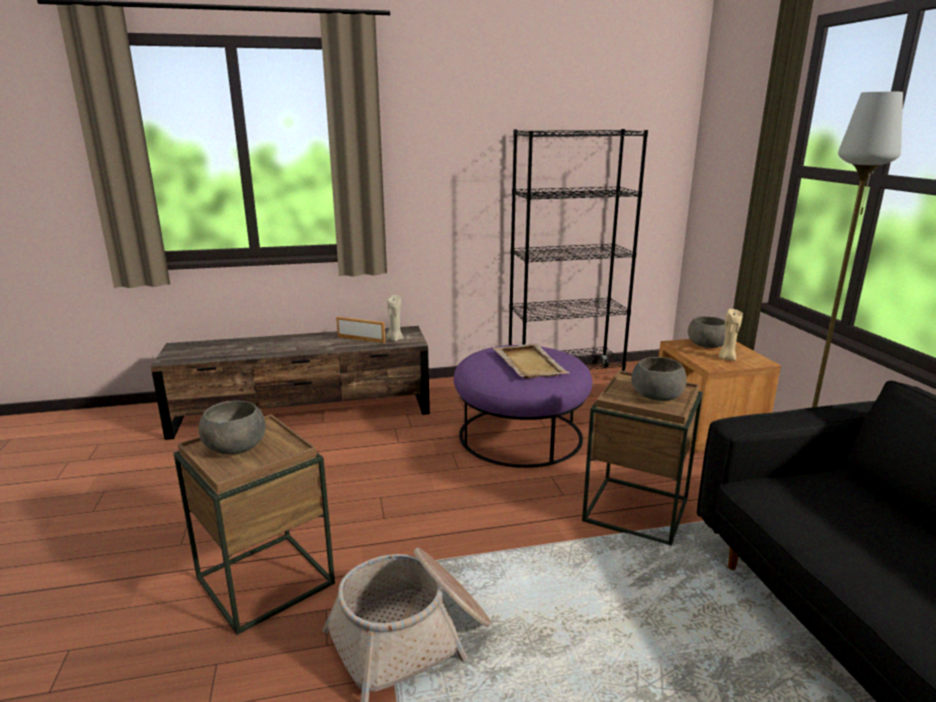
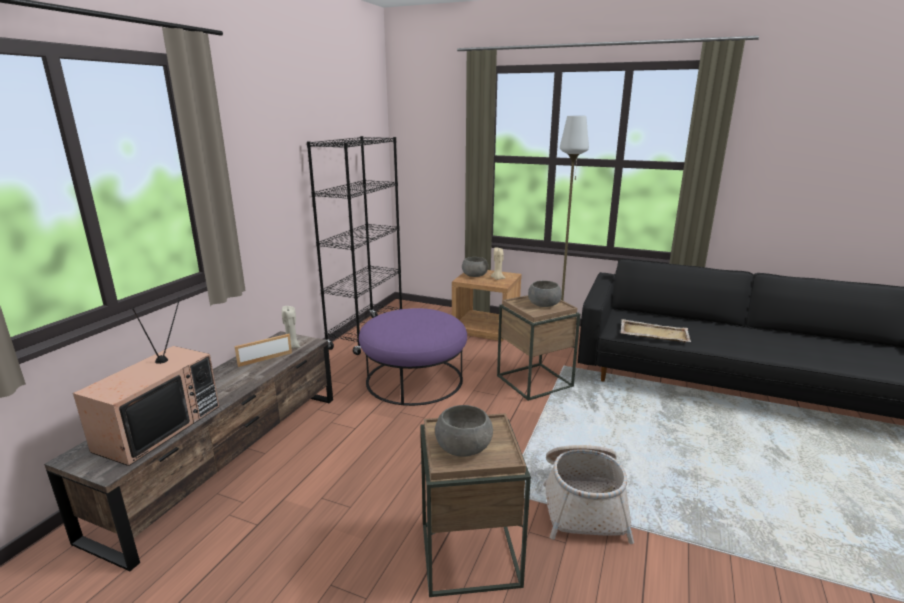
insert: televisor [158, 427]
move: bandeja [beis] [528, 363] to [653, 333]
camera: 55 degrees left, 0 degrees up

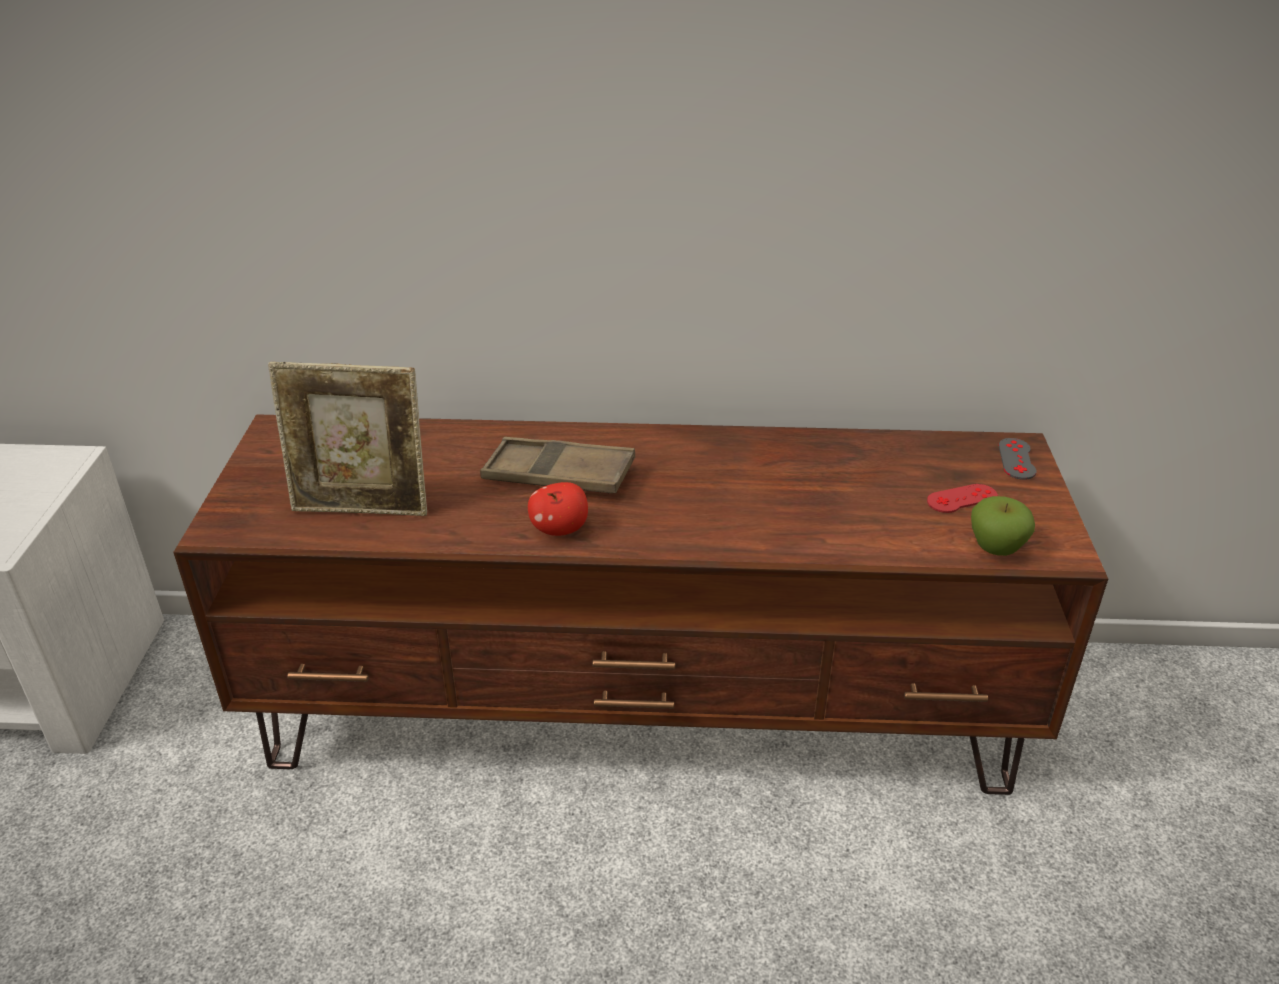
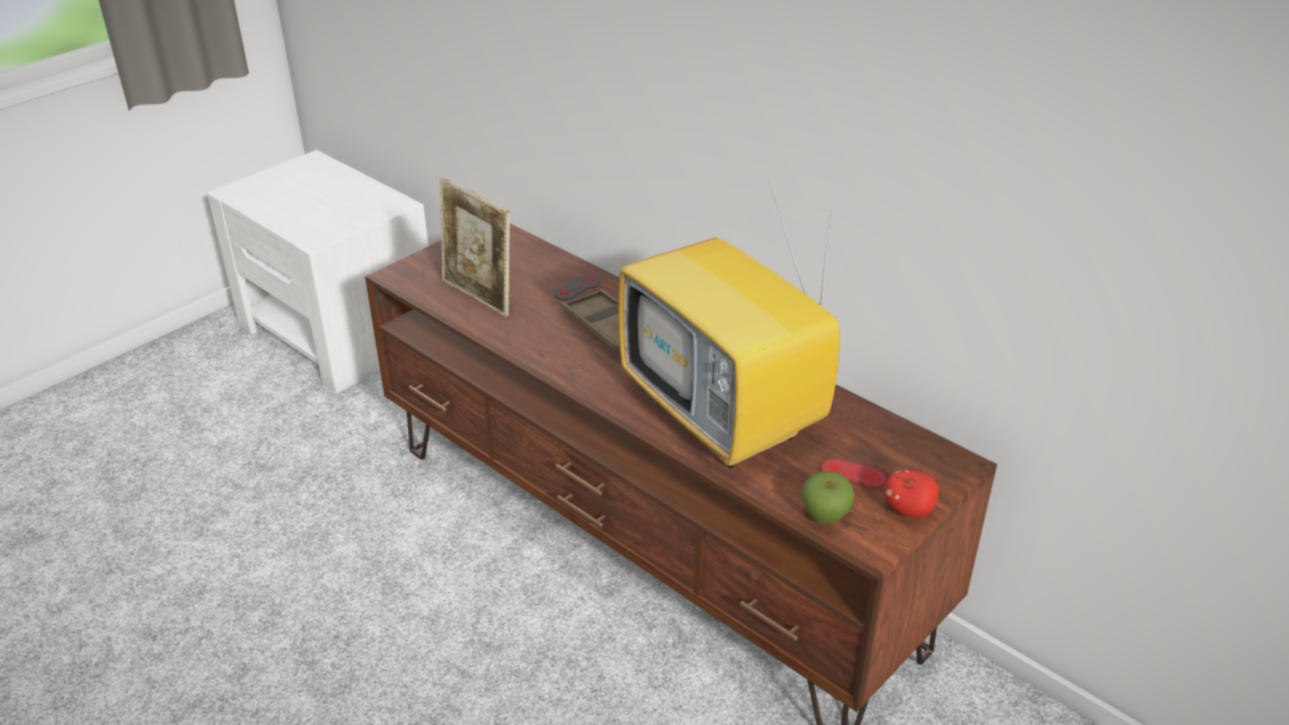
insert: televisor [726, 418]
move: manzana [559, 529] to [909, 510]; mando de consola [gris] [1017, 459] to [577, 288]
camera: 40 degrees right, 0 degrees up

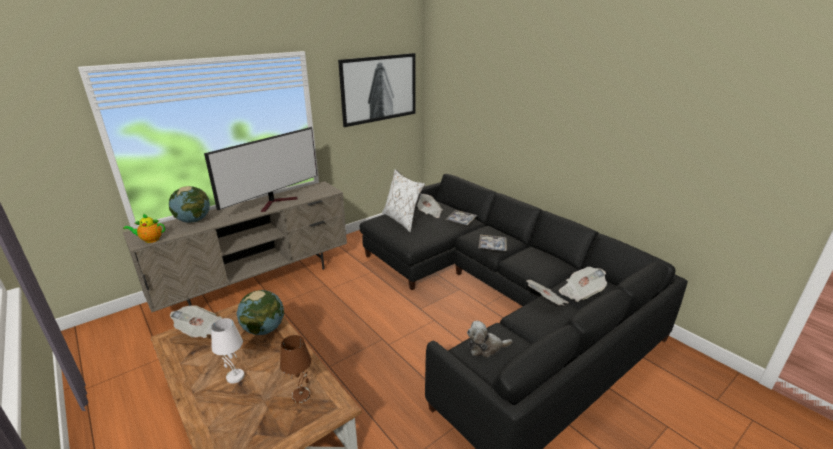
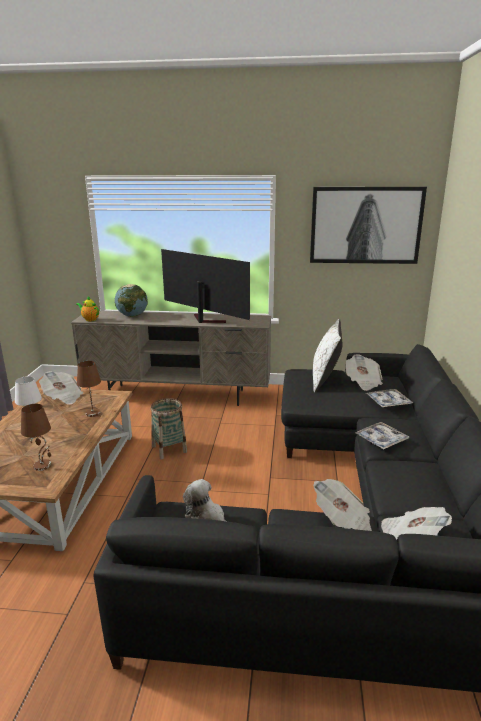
insert: cesta [169, 449]
replace: globo terráqueo [264, 329] to lámpara de mesa [marrón] [93, 413]
rotate: televisor [276, 202] = [204, 320] 135 degrees counterclockwise
camera: 45 degrees right, 5 degrees down

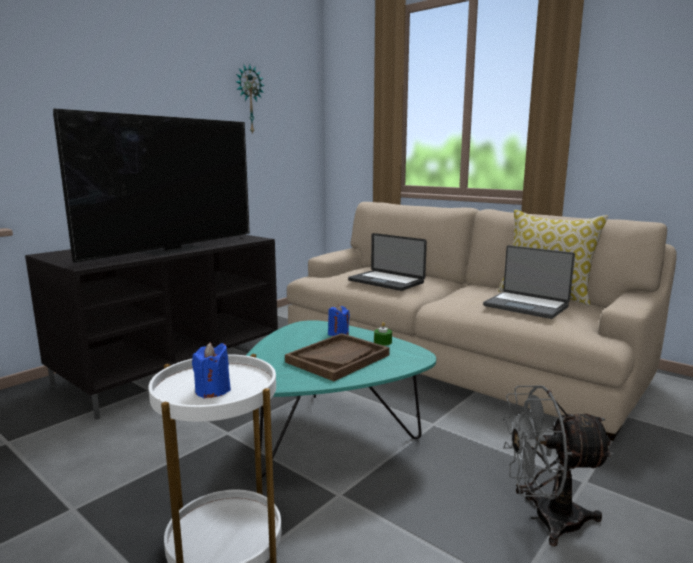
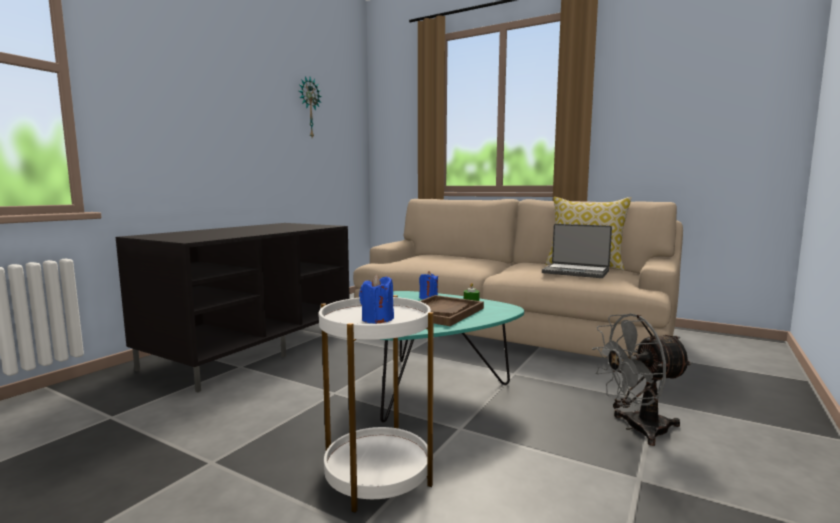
delete: televisor [174, 249]; portátil [385, 282]
camera: 10 degrees left, 5 degrees down

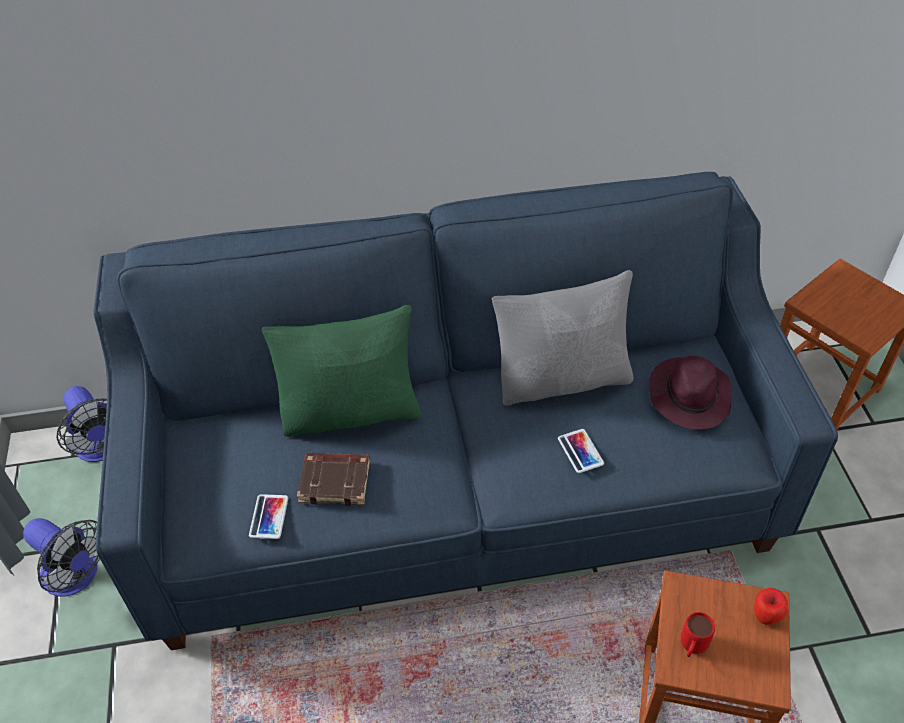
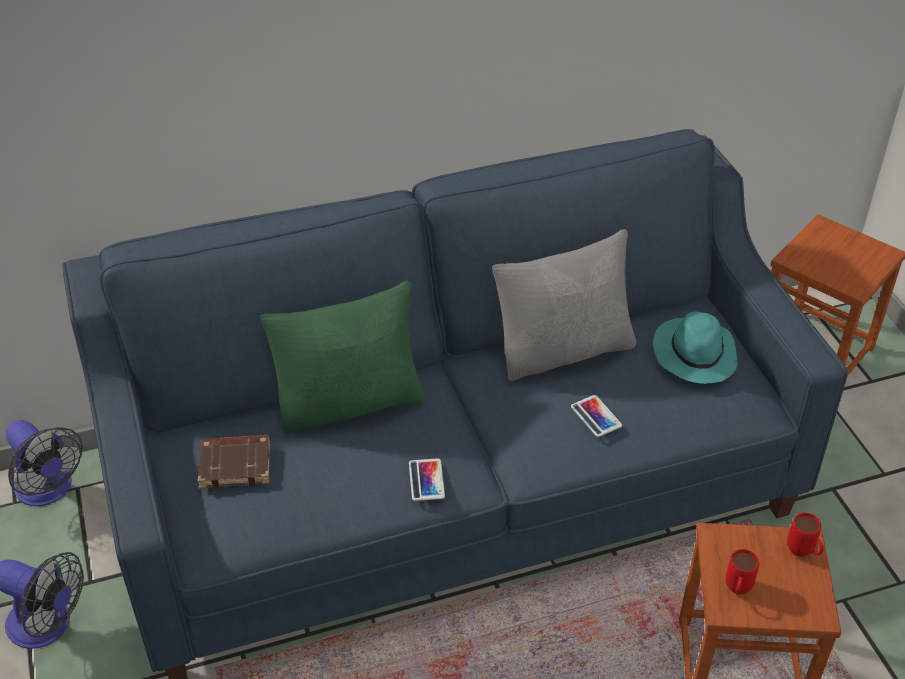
move: móvil [269, 516] to [426, 480]; libro [marrón] [336, 481] to [236, 464]
replace: manzana [765, 617] to taza grande [rojo] [803, 553]
recolor: sombrero [morado] [689, 396] to sombrero [turquesa] [694, 354]
camera: 10 degrees left, 5 degrees down

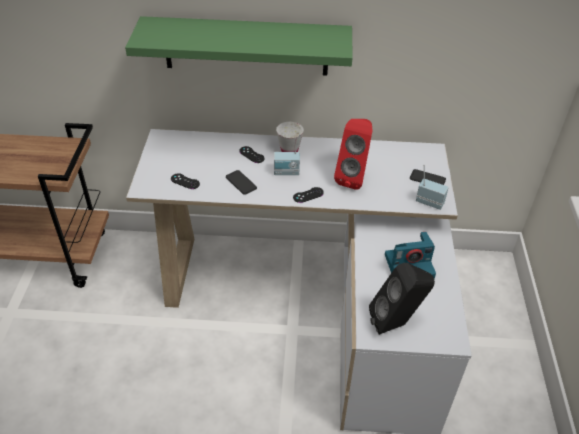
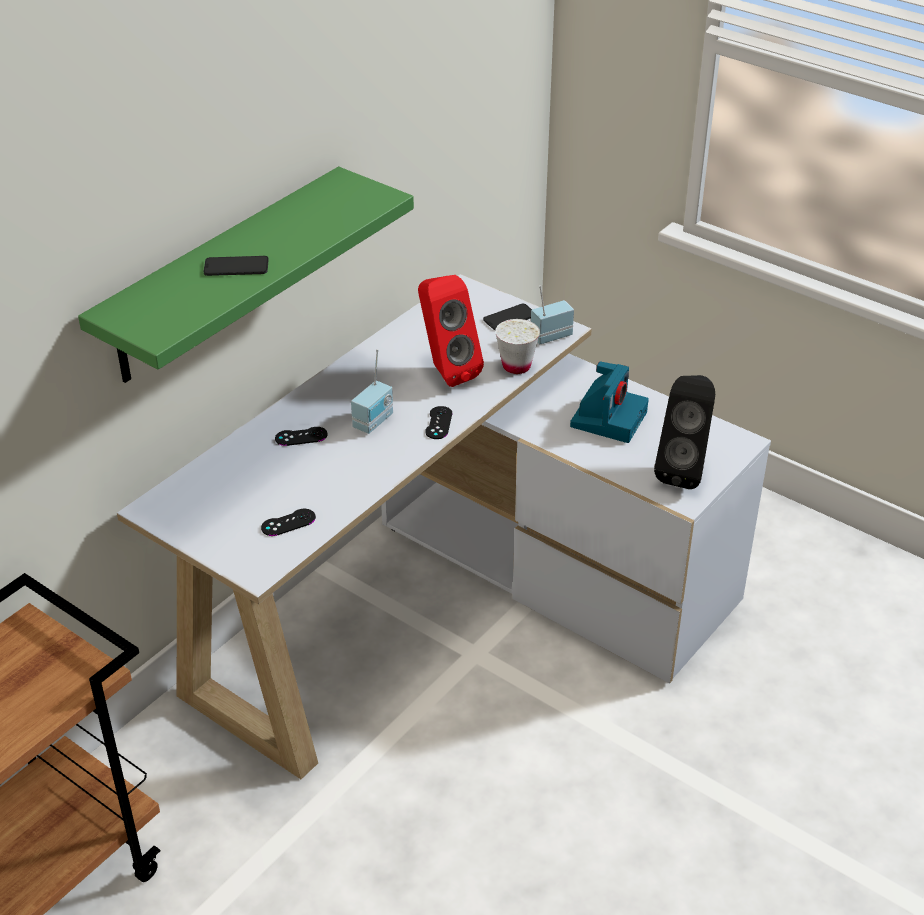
move: móvil [241, 182] to [236, 267]; taza [blanco] [289, 150] to [516, 366]
camera: 55 degrees left, 5 degrees down

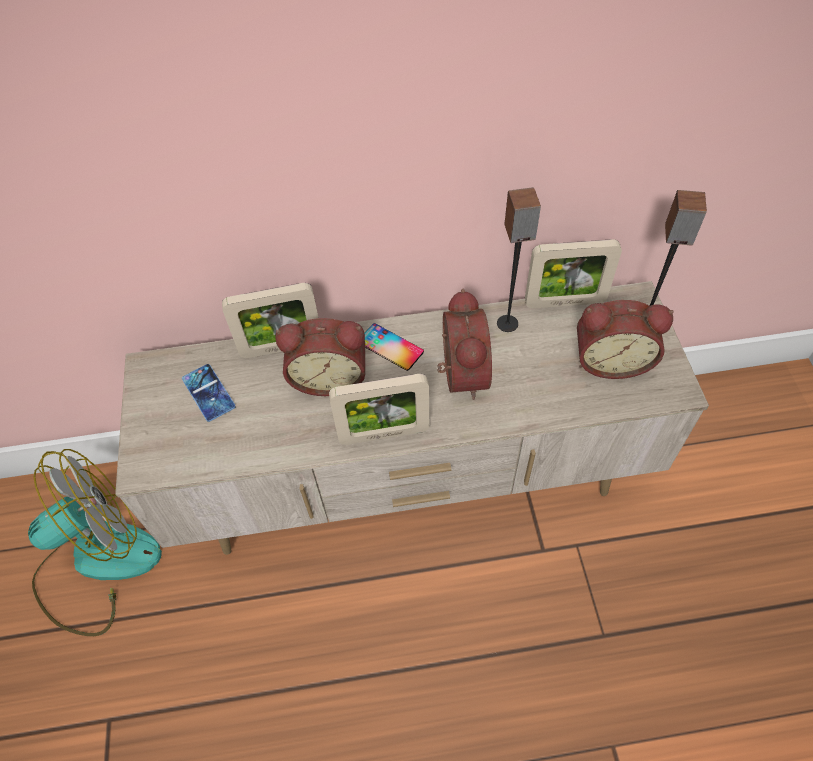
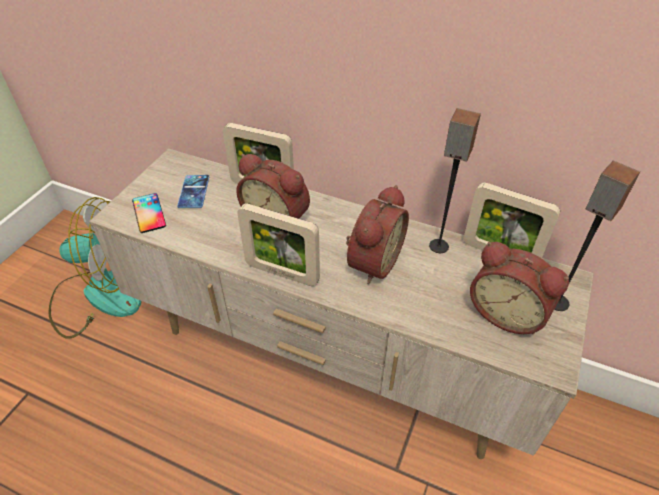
move: móvil [390, 347] to [149, 213]
camera: 30 degrees right, 10 degrees down

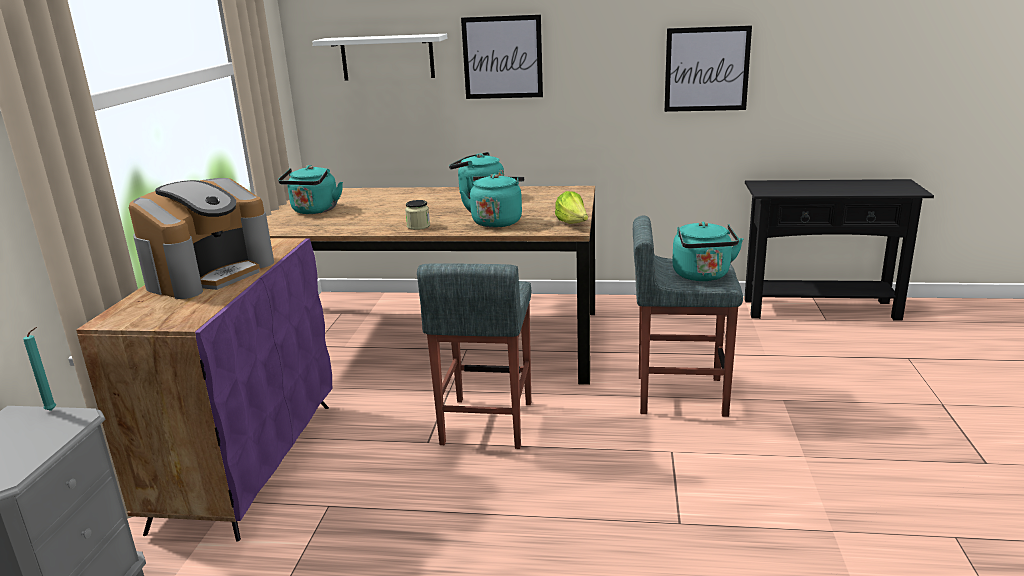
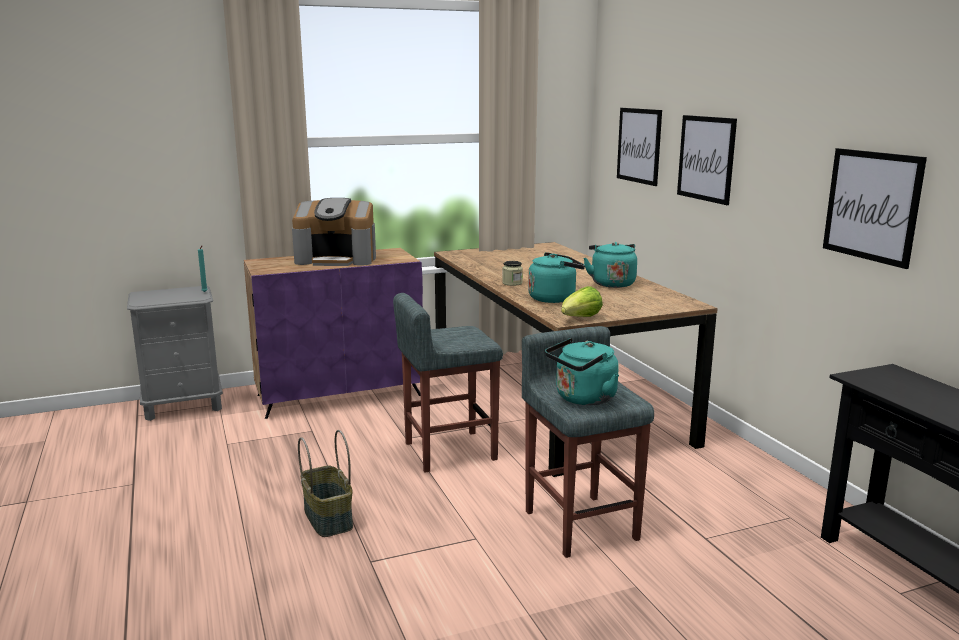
delete: hervidor [turquesa] [314, 211]
insert: cesta [329, 518]
replace: estante [blanco] [387, 57] to cuadro [639, 145]
camera: 60 degrees right, 5 degrees down

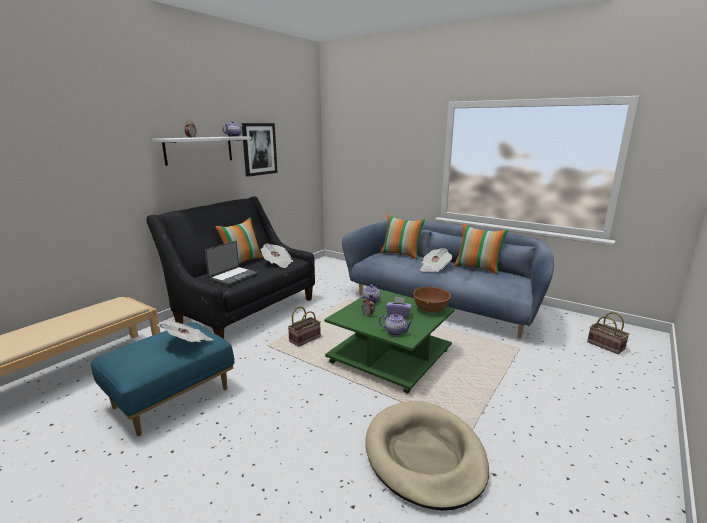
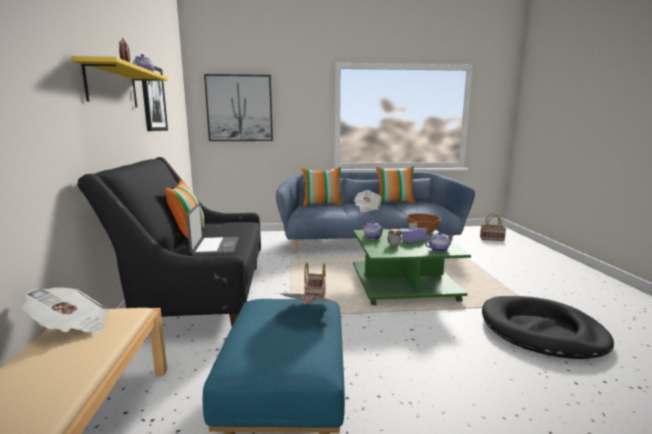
insert: cuadro [239, 108]
move: periódico [277, 263] to [72, 327]
recolor: estante [blanco] [199, 150] to estante [amarillo] [112, 86]; cama para perro [beis] [424, 456] to cama para perro [negro] [541, 331]
camera: 40 degrees left, 5 degrees down

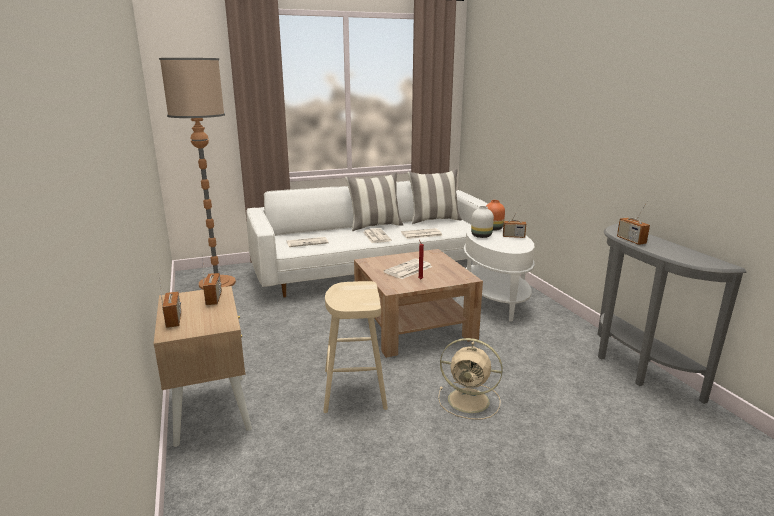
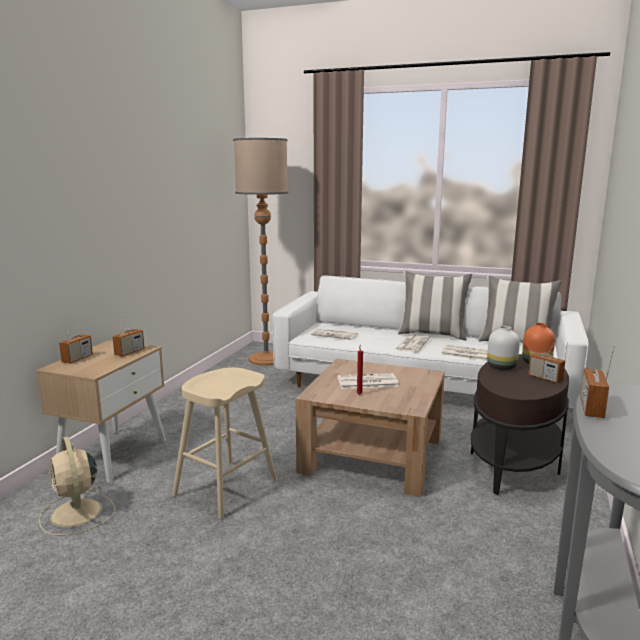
move: ventilador [beis] [470, 400] to [77, 514]
recolor: mesa auxiliar [blanco] [493, 300] to mesa auxiliar [marrón] [514, 462]
camera: 40 degrees right, 5 degrees down

